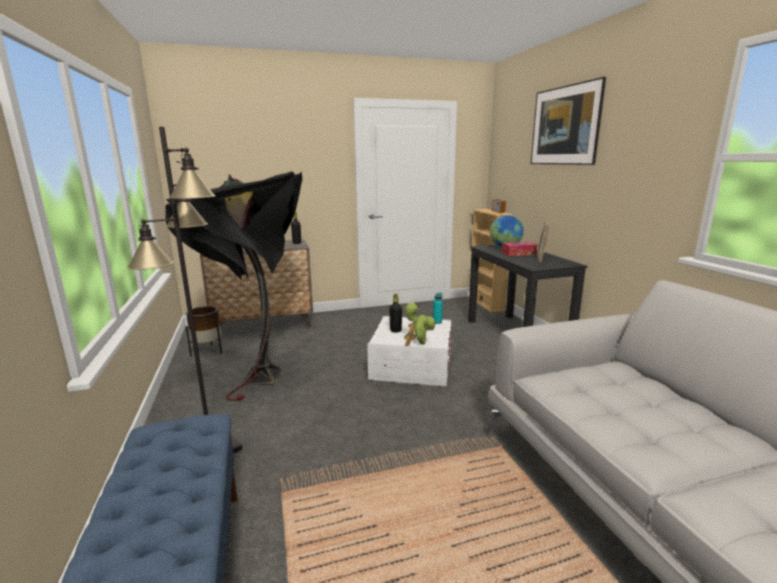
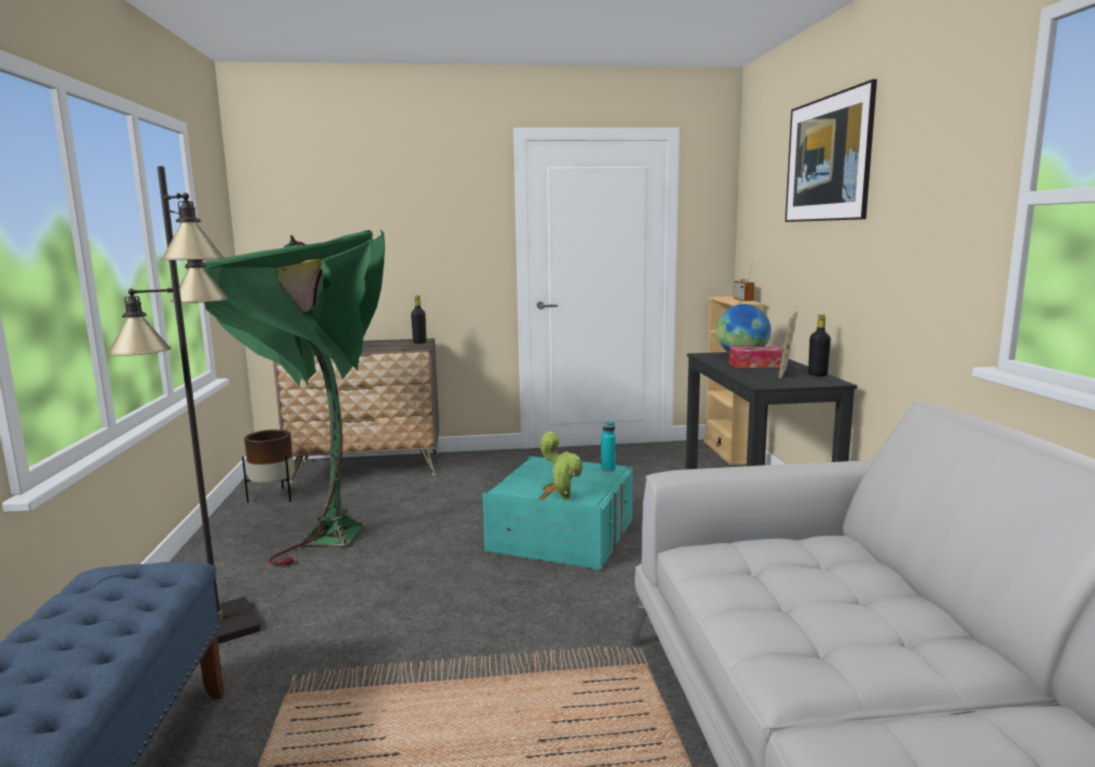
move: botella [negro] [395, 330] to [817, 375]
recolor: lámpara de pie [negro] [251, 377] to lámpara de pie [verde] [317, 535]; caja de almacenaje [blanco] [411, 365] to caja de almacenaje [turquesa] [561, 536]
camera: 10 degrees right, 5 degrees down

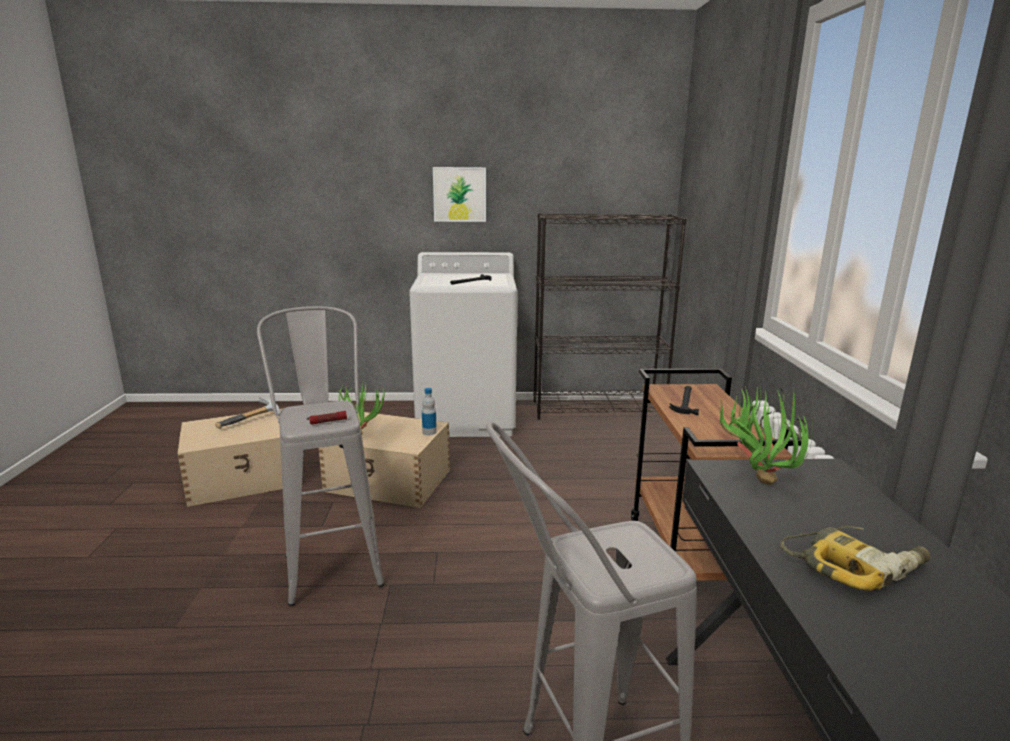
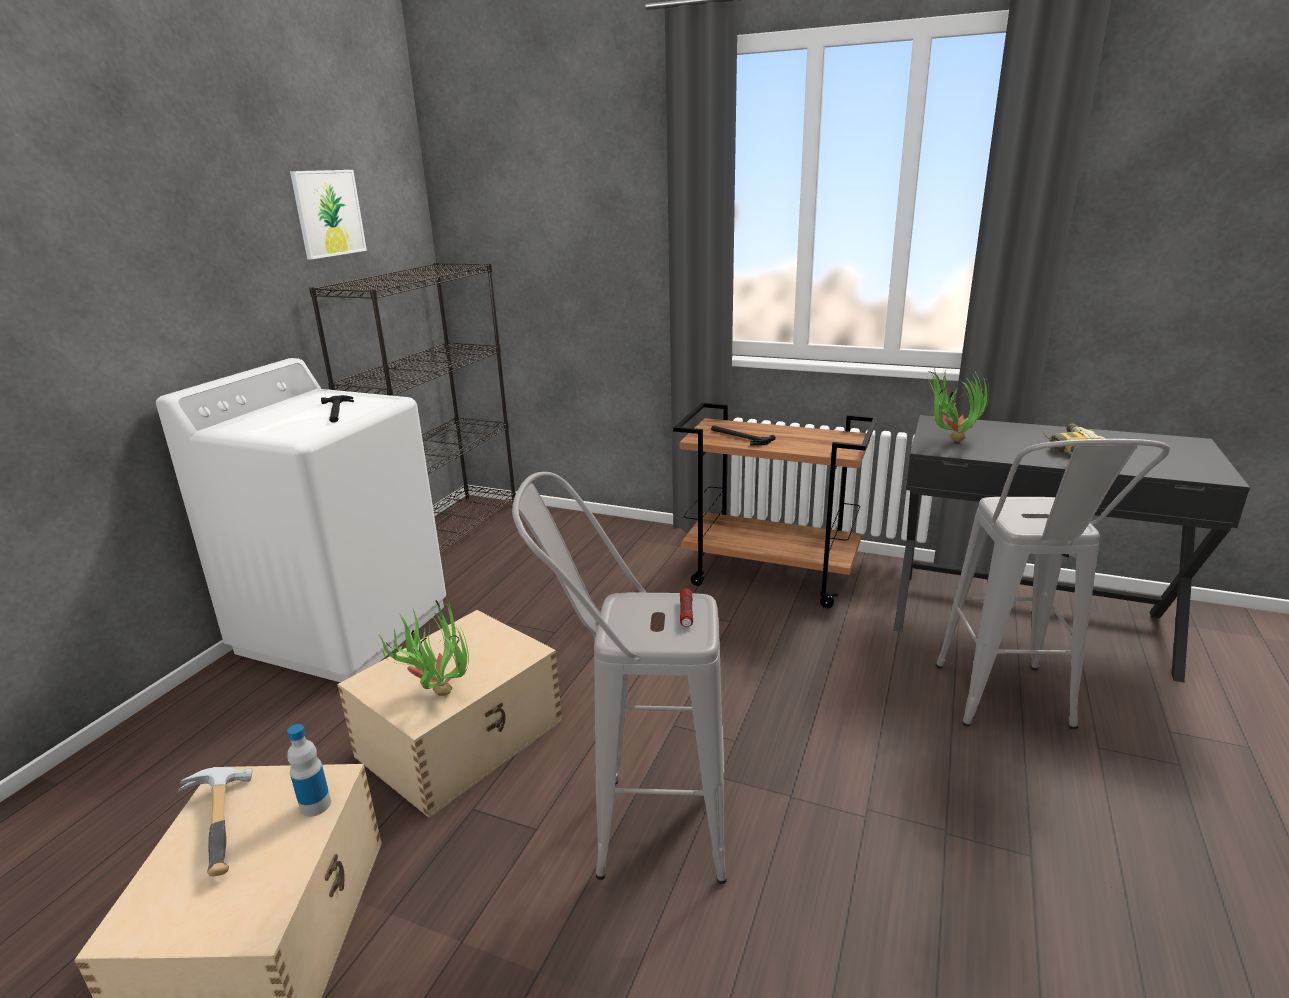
move: botella [429, 432] to [315, 805]; cuadro [459, 194] to [328, 213]
camera: 65 degrees left, 5 degrees up

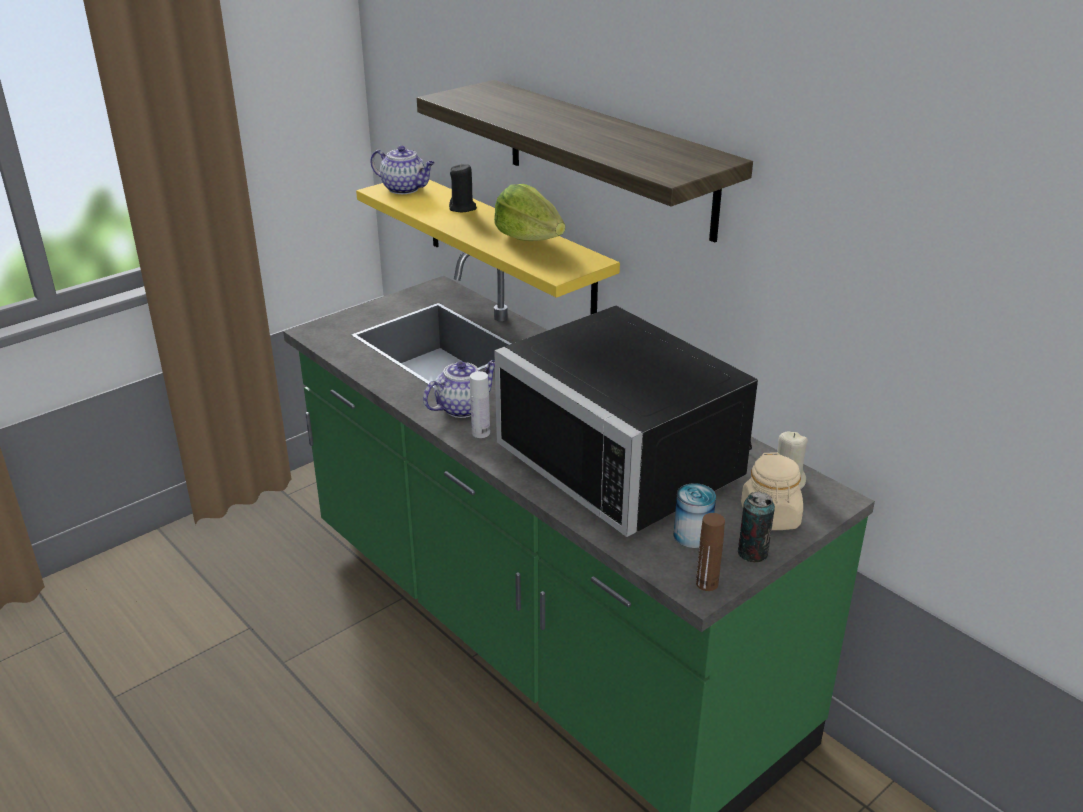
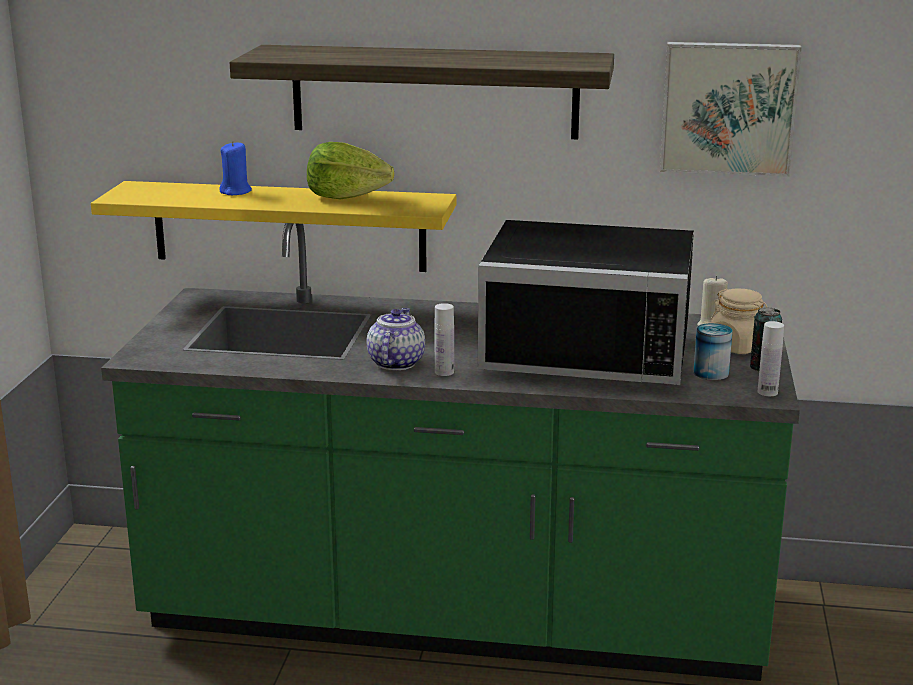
delete: tetera [405, 189]
insert: cuadro [728, 107]
recolor: vela [negro] [463, 208] to vela [azul] [236, 192]; botella [marrón] [707, 583] to botella [blanco] [767, 392]
camera: 40 degrees left, 10 degrees down

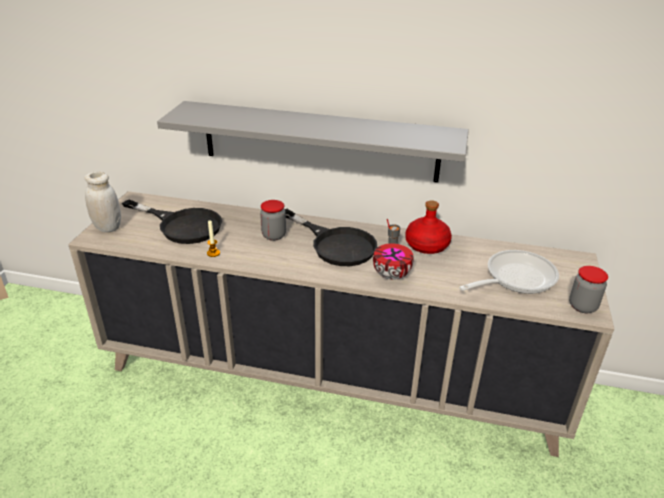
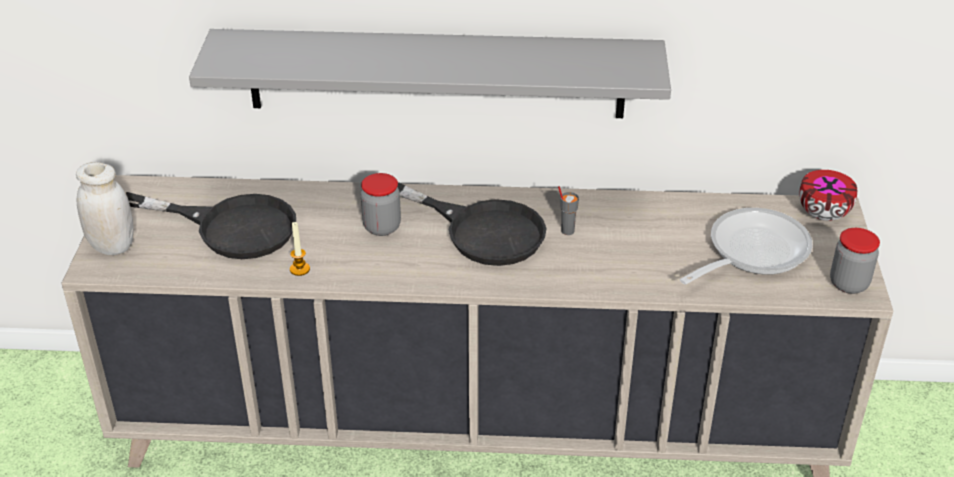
delete: botella [rojo] [426, 245]
move: cuenco [392, 275] to [824, 213]
camera: 10 degrees left, 5 degrees up

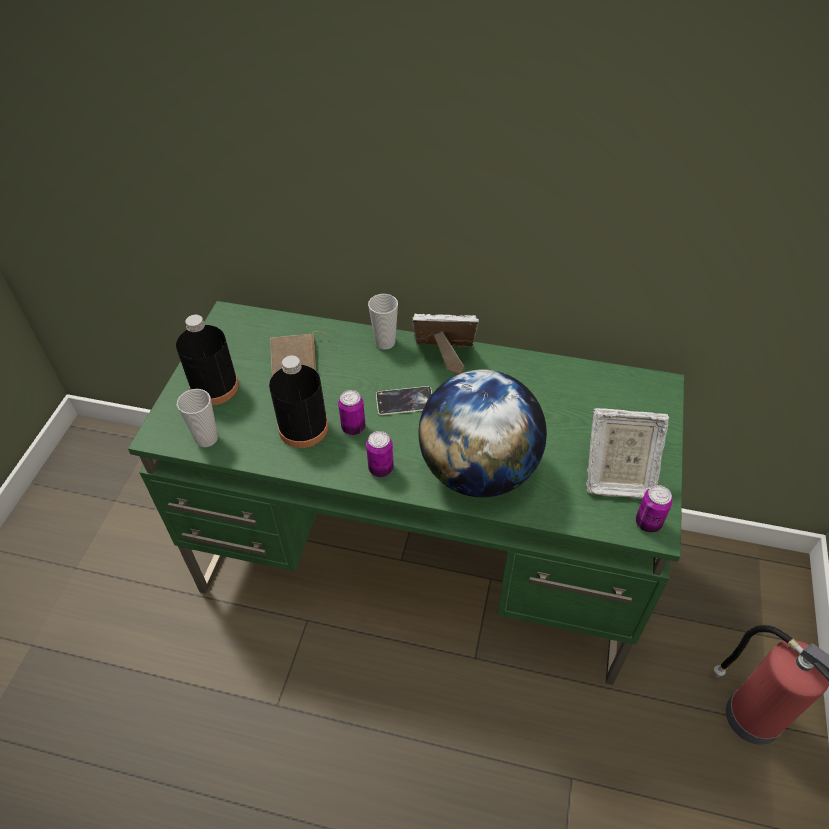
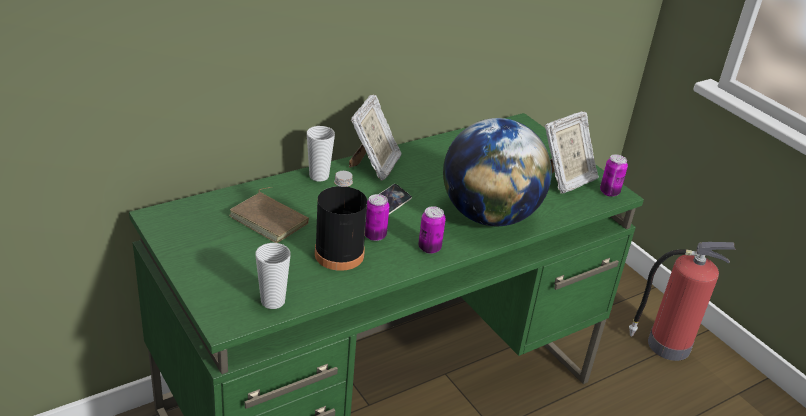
delete: botella [negro] [215, 387]
rotate: portarretratos [445, 357] = [374, 166] 150 degrees clockwise
camera: 50 degrees left, 15 degrees down

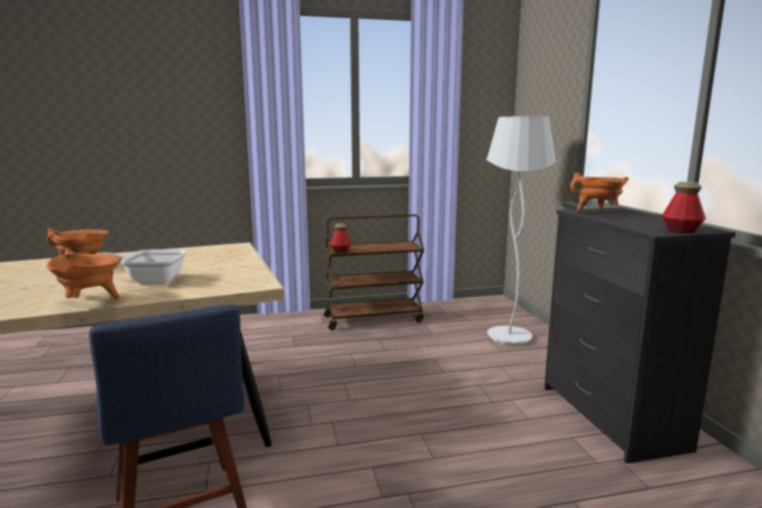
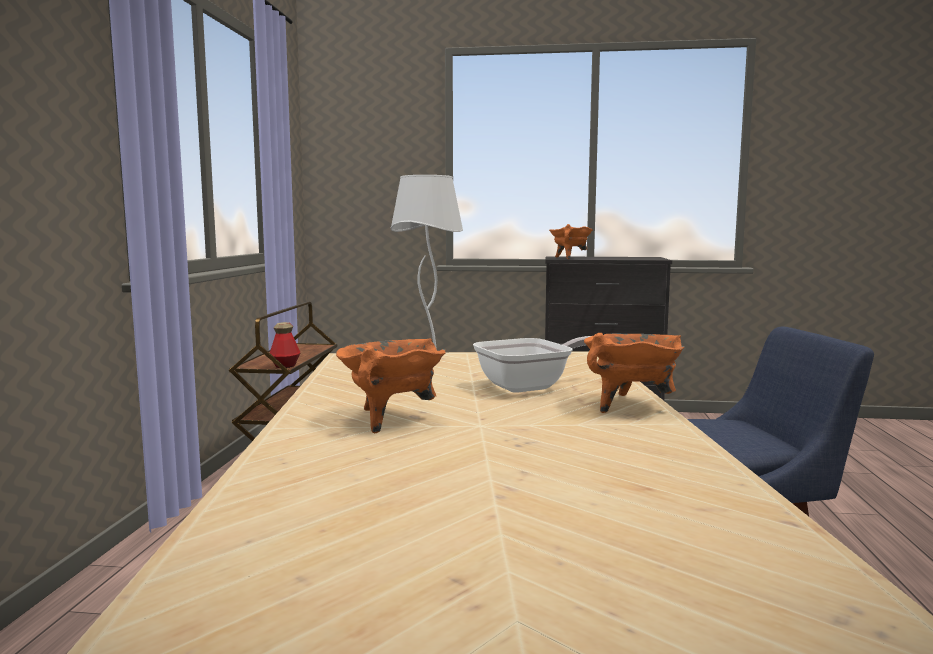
delete: botella [681, 231]
rotate: sartén [150, 280] = [531, 386] 135 degrees counterclockwise
camera: 70 degrees left, 5 degrees down

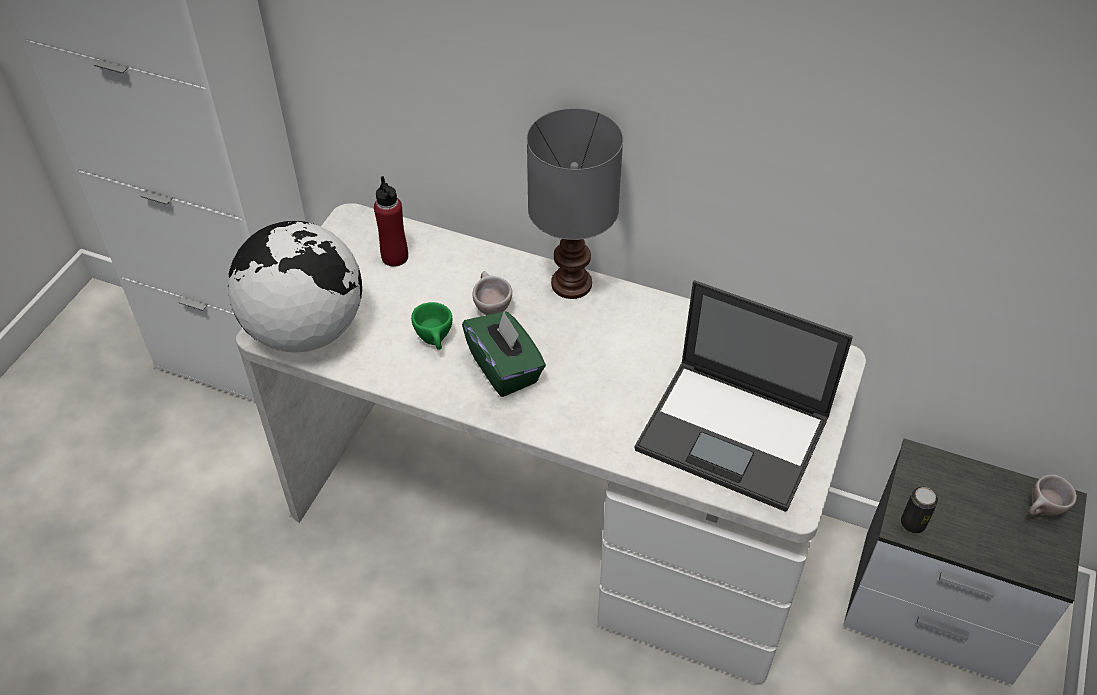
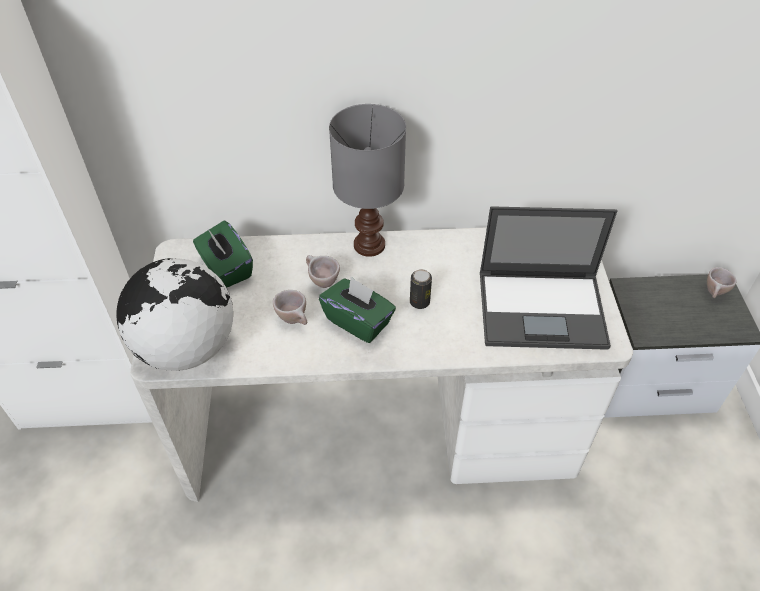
move: lata [913, 523] to [419, 302]
replace: botella [rojo] [395, 257] to caja de pañuelos [verde] [226, 268]
recolor: taza [verde] [436, 341] to taza [beis] [295, 320]
camera: 25 degrees left, 0 degrees up

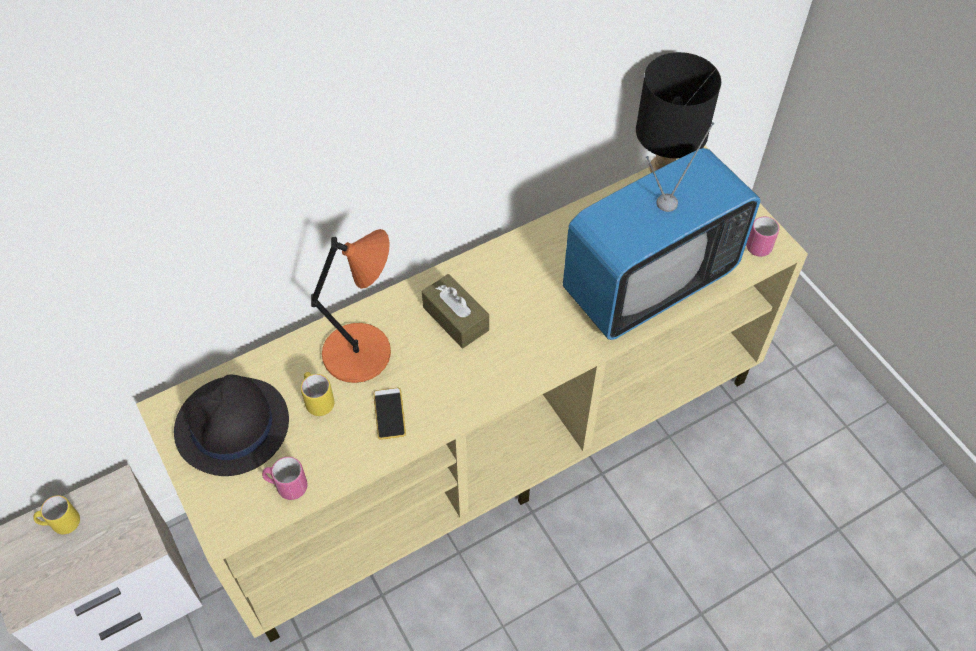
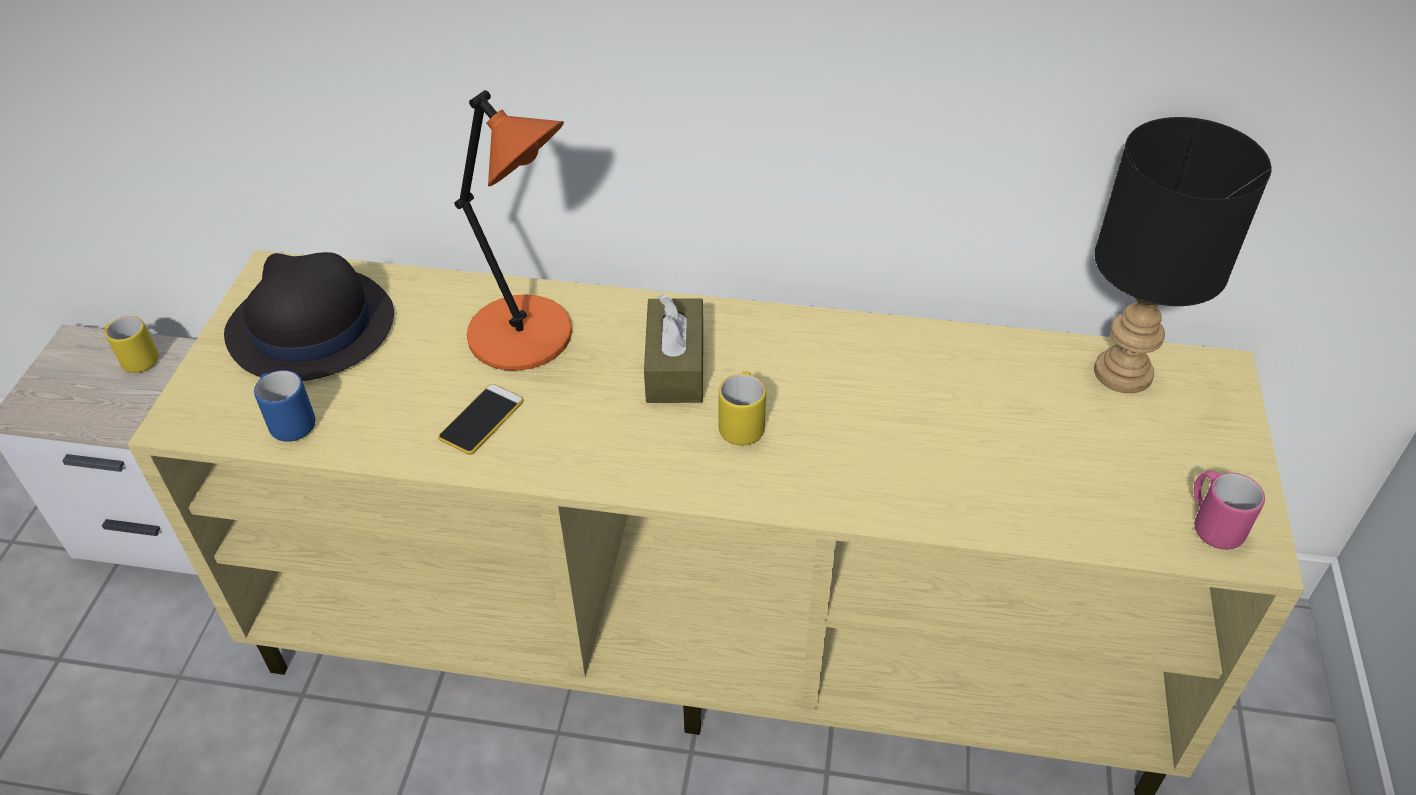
delete: televisor [649, 283]
move: taza grande [amarillo] [317, 400] to [742, 424]
recolor: taza grande [rosa] [287, 486] to taza grande [azul] [289, 422]
camera: 40 degrees right, 10 degrees down

